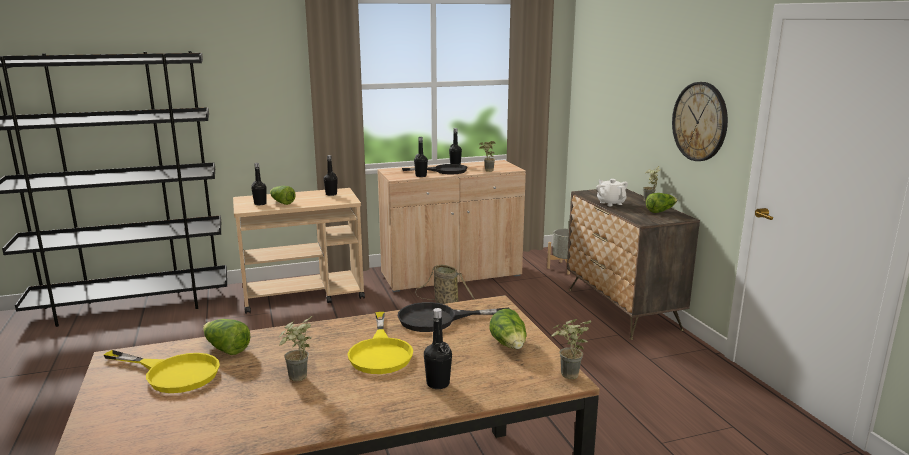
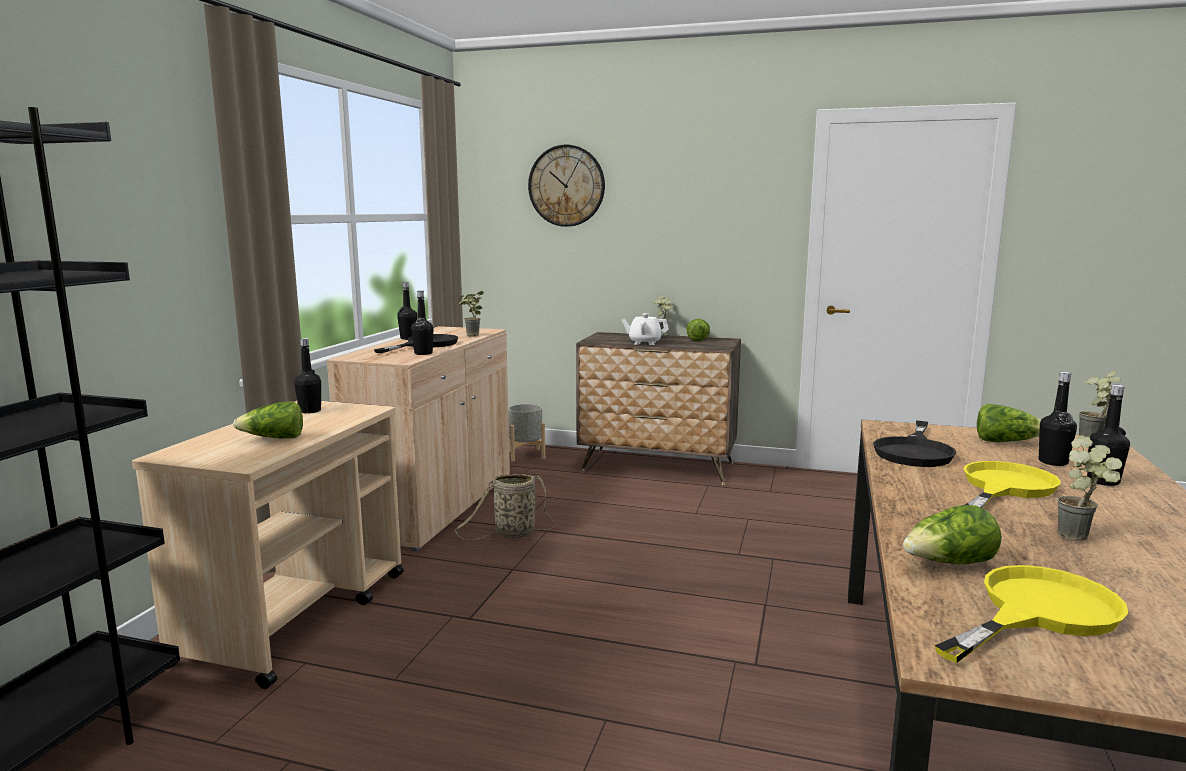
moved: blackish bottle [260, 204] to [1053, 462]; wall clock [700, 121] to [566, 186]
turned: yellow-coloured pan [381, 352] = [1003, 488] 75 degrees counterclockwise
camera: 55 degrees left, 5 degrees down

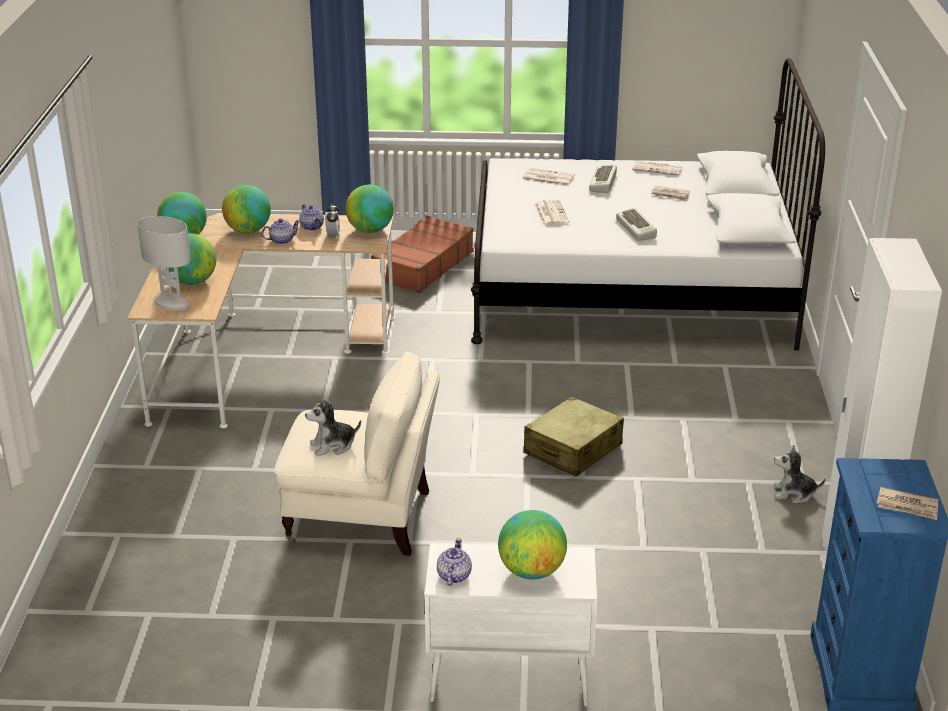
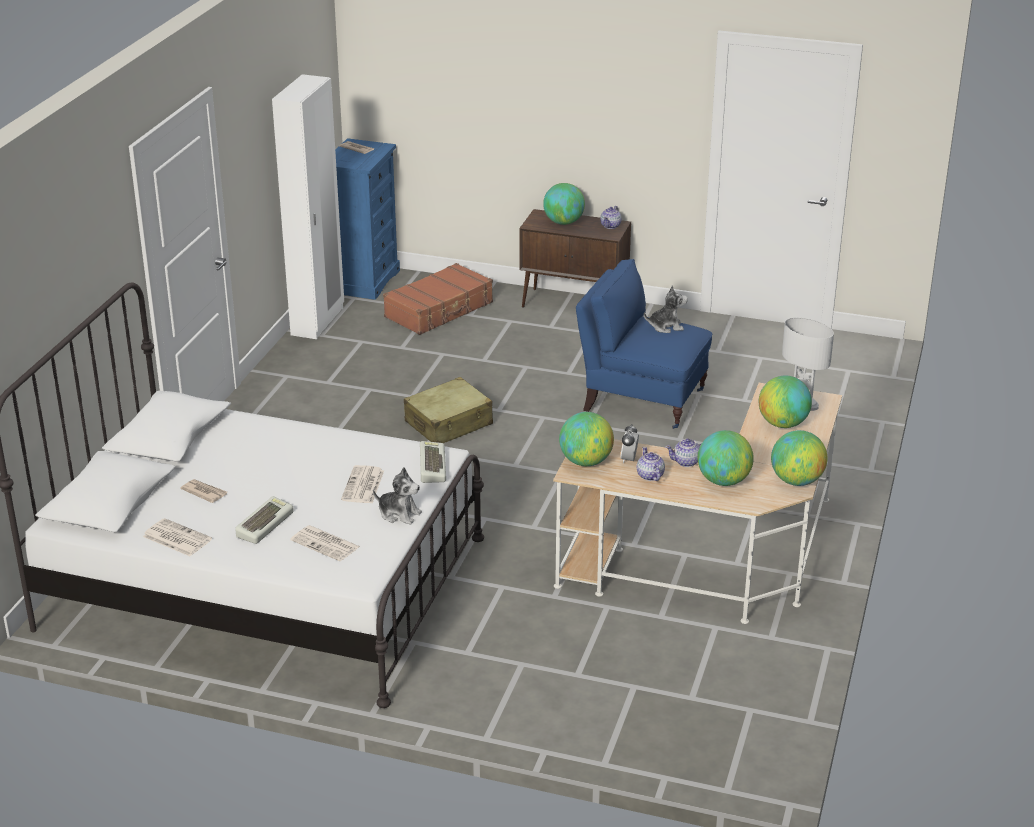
moved: brownish travel case [422, 265] to [439, 310]; keyboard [637, 229] to [431, 466]; soft toy [794, 494] to [399, 514]
recoloured: beige-coloured easy chair [363, 517] to bluish easy chair [641, 399]; white-coloured cabinet [507, 680] to brownish cabinet [575, 305]
camera: 165 degrees left, 0 degrees up

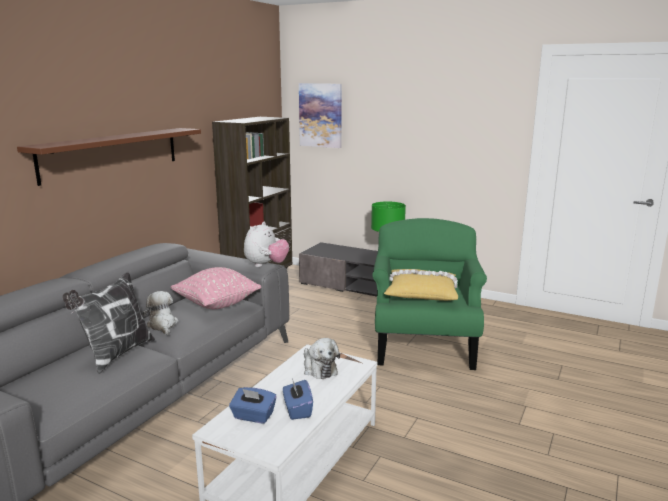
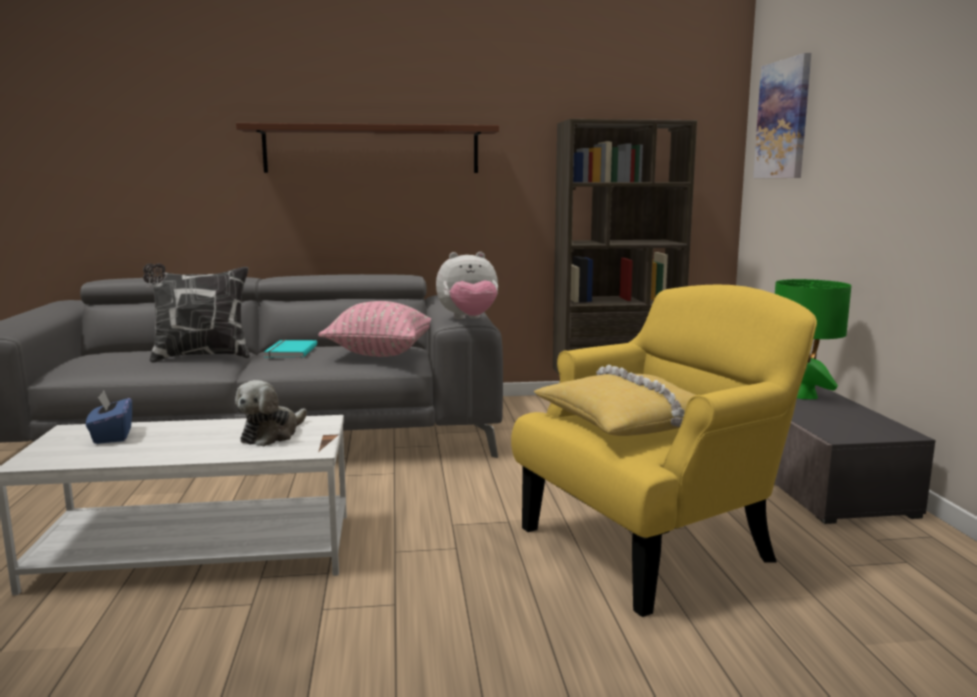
removed: bluish tissue holder [297, 410]
replaced: soft toy [163, 325] to turquoise bound book [289, 351]
recoloured: green easy chair [424, 345] to yellow-coloured easy chair [653, 544]
camera: 55 degrees right, 5 degrees down

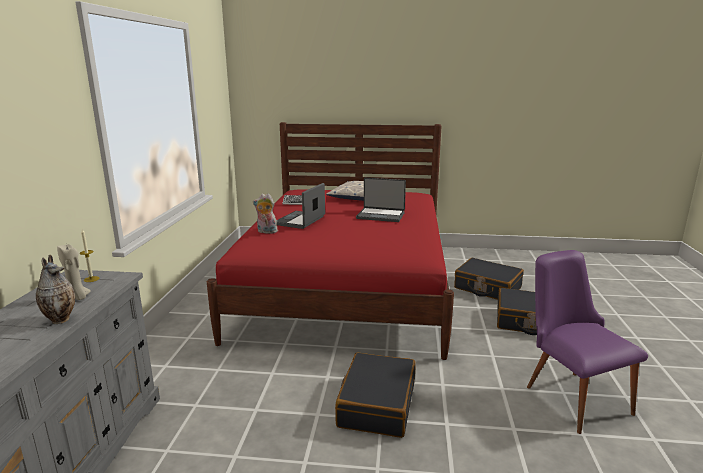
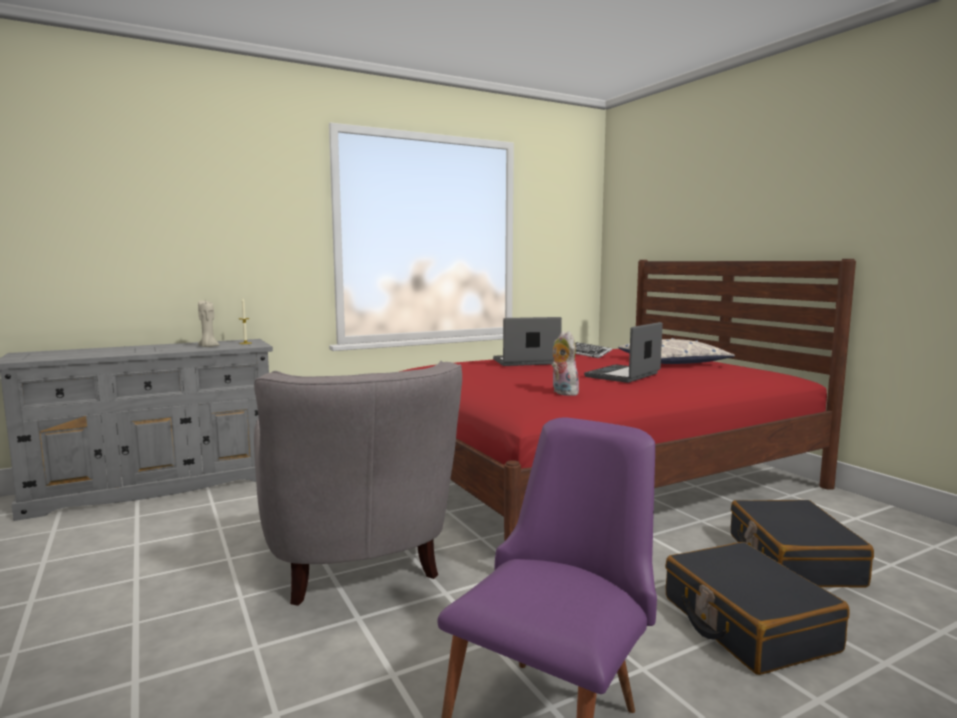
removed: vase [61, 319]
moved: soft toy [266, 232] to [562, 393]
replaced: blackish travel case [376, 404] to gray easy chair [356, 564]
turned: notebook computer [381, 215] = [624, 375] 60 degrees clockwise
camera: 55 degrees right, 10 degrees down

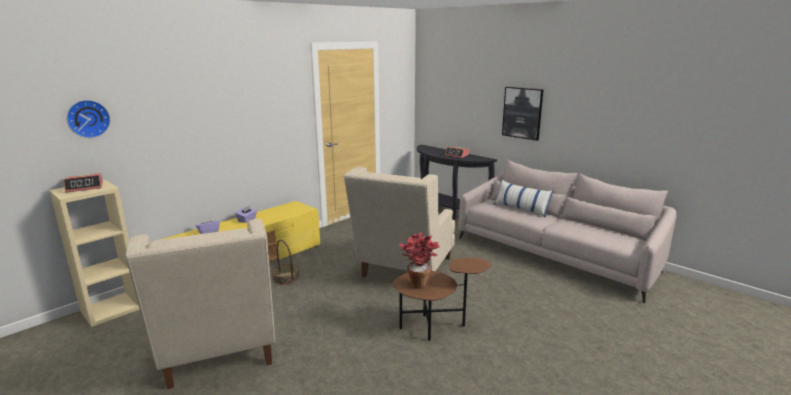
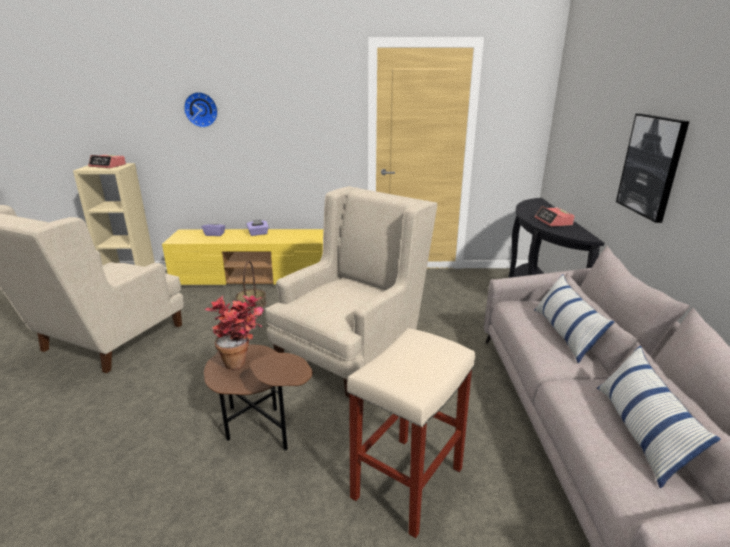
added: beige-coloured stool [407, 484]; cushion [640, 432]
moved: wall clock [88, 118] to [201, 109]
turned: beige-coloured easy chair [404, 271] = [352, 349] 150 degrees clockwise
camera: 45 degrees right, 5 degrees up

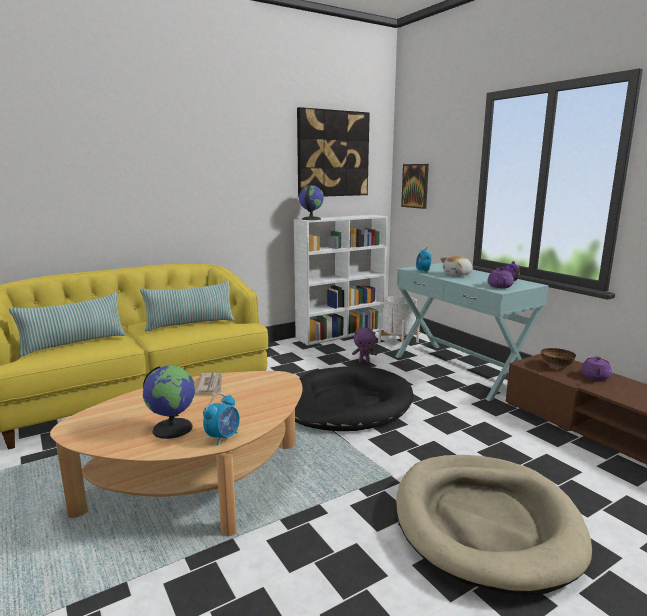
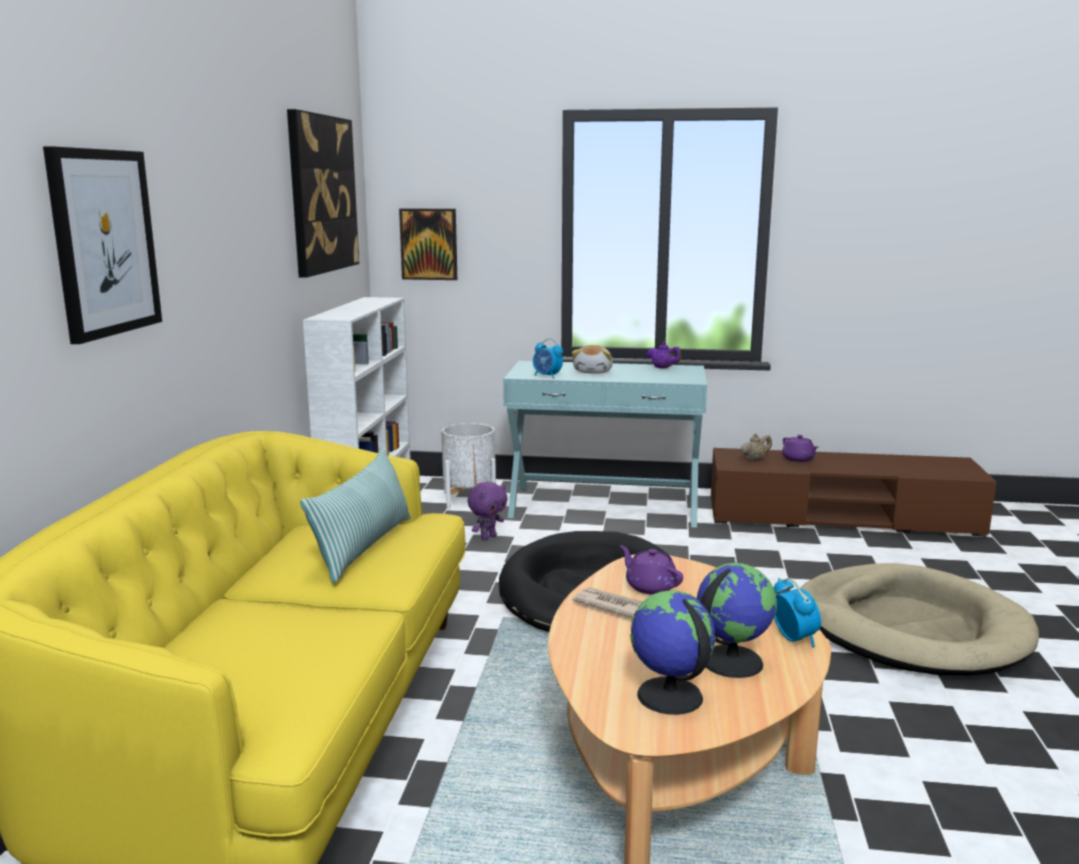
removed: cushion [74, 343]
added: wall art [104, 243]
moved: world globe [310, 219] to [669, 696]; purple tea pot [499, 286] to [650, 586]
replaced: deep dish [556, 366] to beige-coloured tea pot [754, 459]
camera: 50 degrees left, 0 degrees up

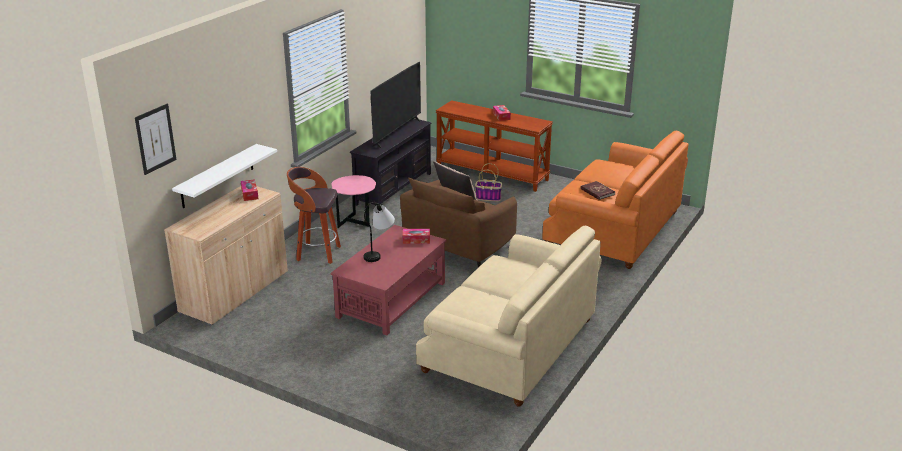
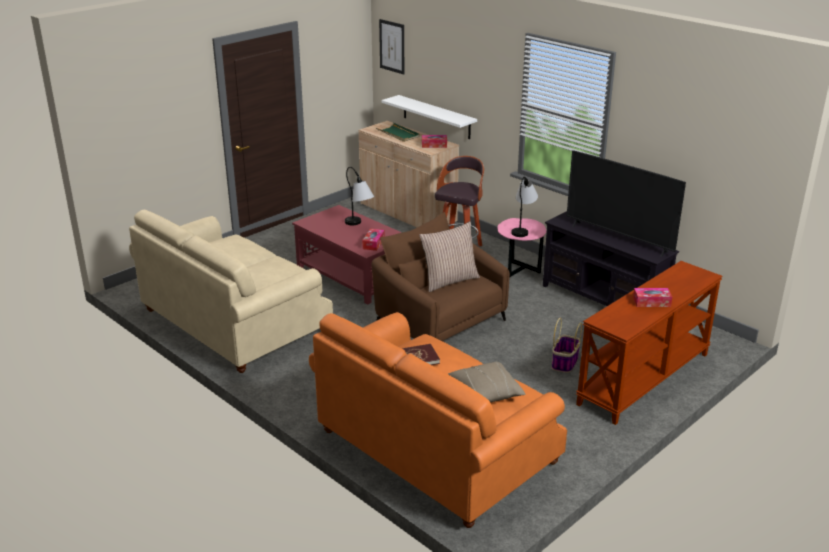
added: green carrying tray [398, 134]; beige-coloured cushion [485, 393]; table lamp [523, 228]
camera: 105 degrees right, 0 degrees up

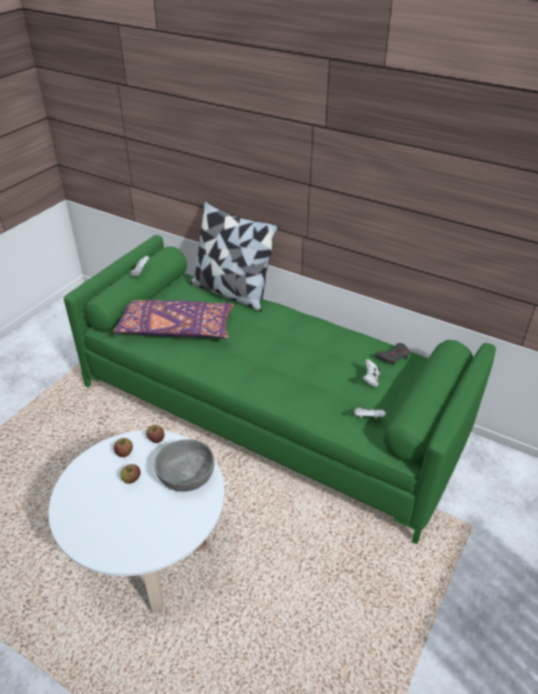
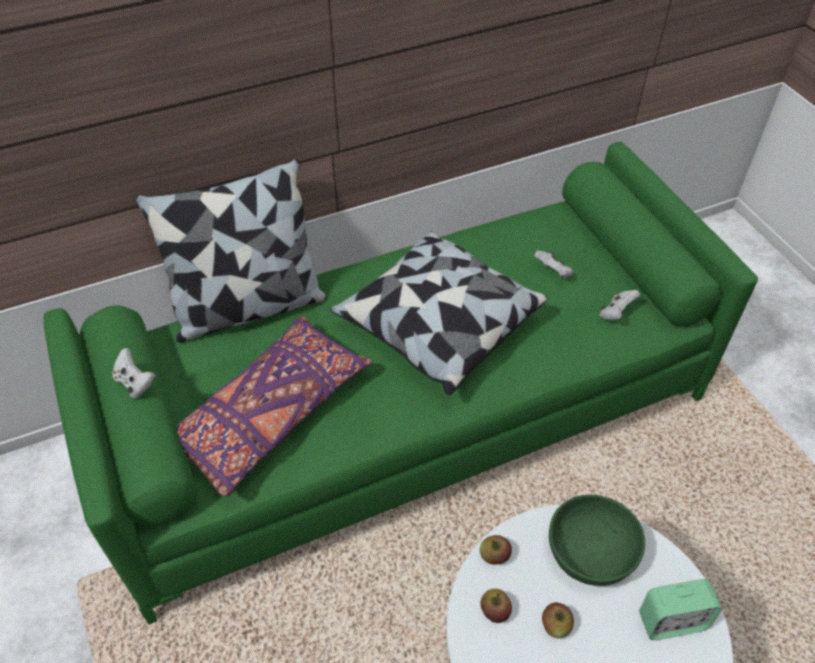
removed: gray game controller [393, 356]
added: cushion [437, 325]; bedside clock [671, 621]
recoloured: gray deep dish [186, 476] to green deep dish [590, 552]
camera: 55 degrees left, 10 degrees up

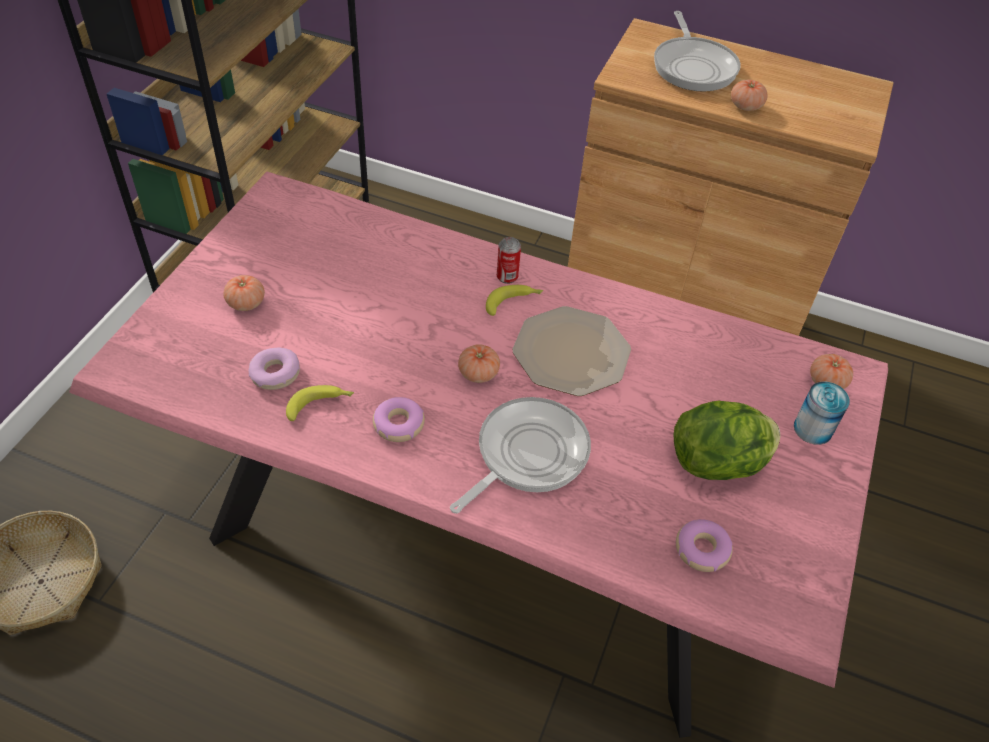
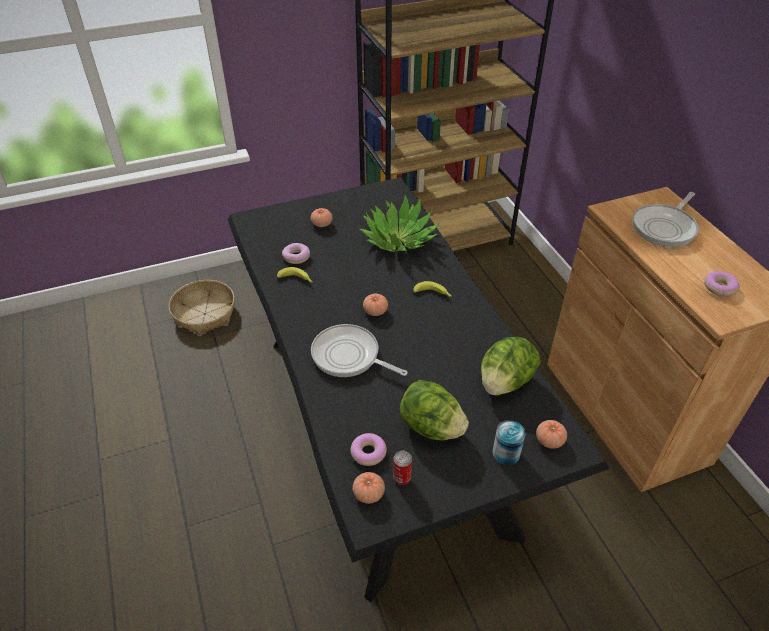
removed: plate [571, 353]
added: plant in a pot [398, 239]; lettuce head [505, 382]
moved: donut [398, 424] to [719, 287]; metal can [507, 277] to [402, 478]; fresh tomato [745, 106] to [368, 493]
recoloured: pink-coloured dining table [482, 533] to blackish dining table [384, 430]
turned: pan [527, 454] = [349, 356] 150 degrees counterclockwise
camera: 50 degrees right, 5 degrees down

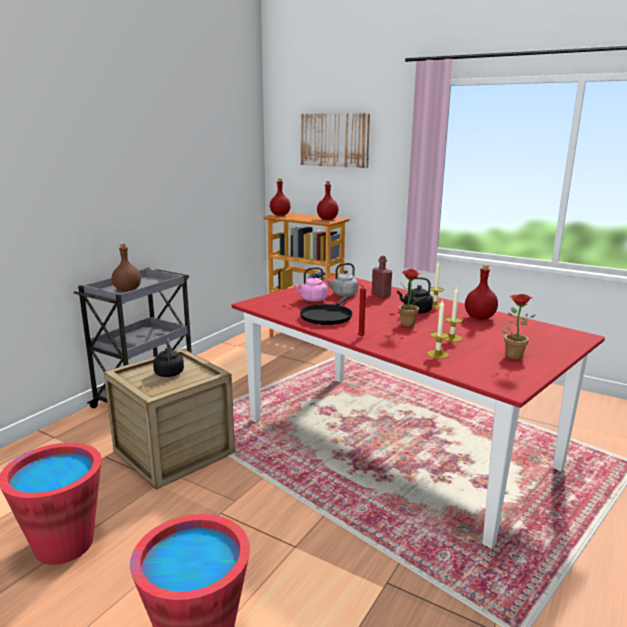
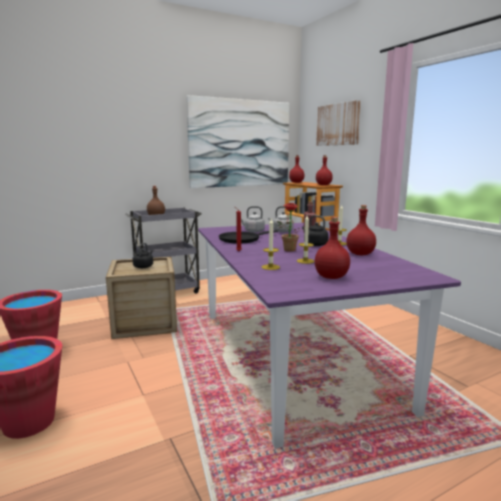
added: wall art [240, 143]
replaced: plant in a pot [511, 355] to red-coloured bottle [331, 277]
recoloured: red-coloured dining table [394, 443] to purple dining table [290, 355]; pink-coloured tea kettle [312, 299] to gray tea kettle [253, 231]
camera: 30 degrees right, 5 degrees down

